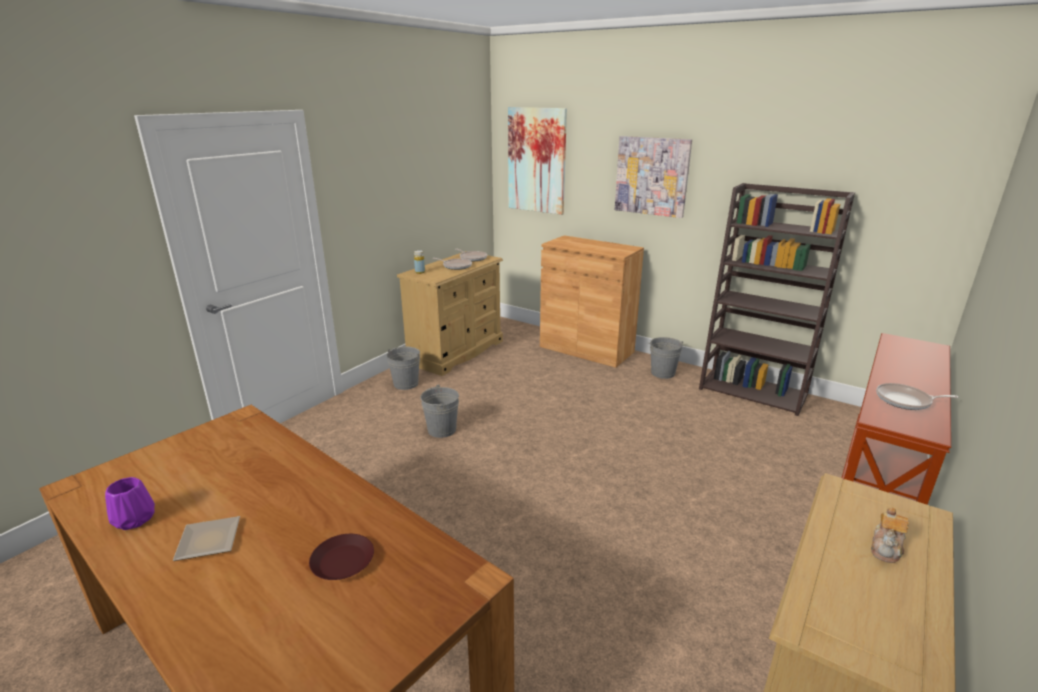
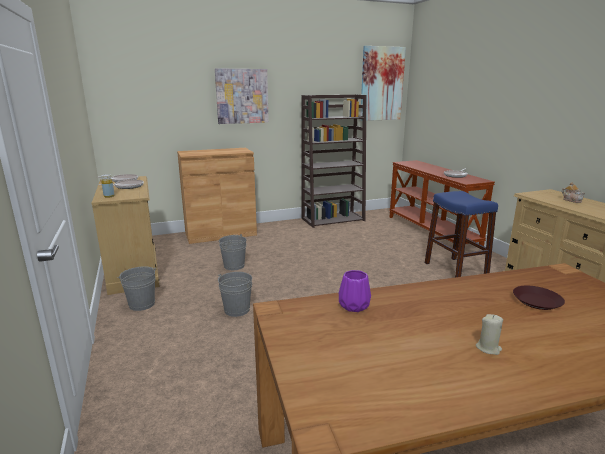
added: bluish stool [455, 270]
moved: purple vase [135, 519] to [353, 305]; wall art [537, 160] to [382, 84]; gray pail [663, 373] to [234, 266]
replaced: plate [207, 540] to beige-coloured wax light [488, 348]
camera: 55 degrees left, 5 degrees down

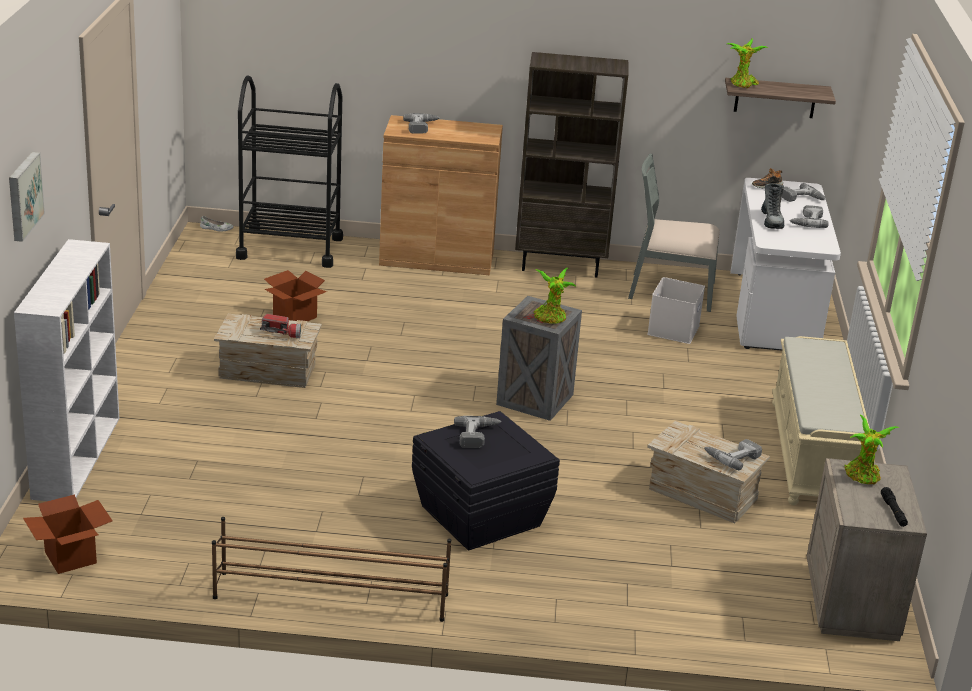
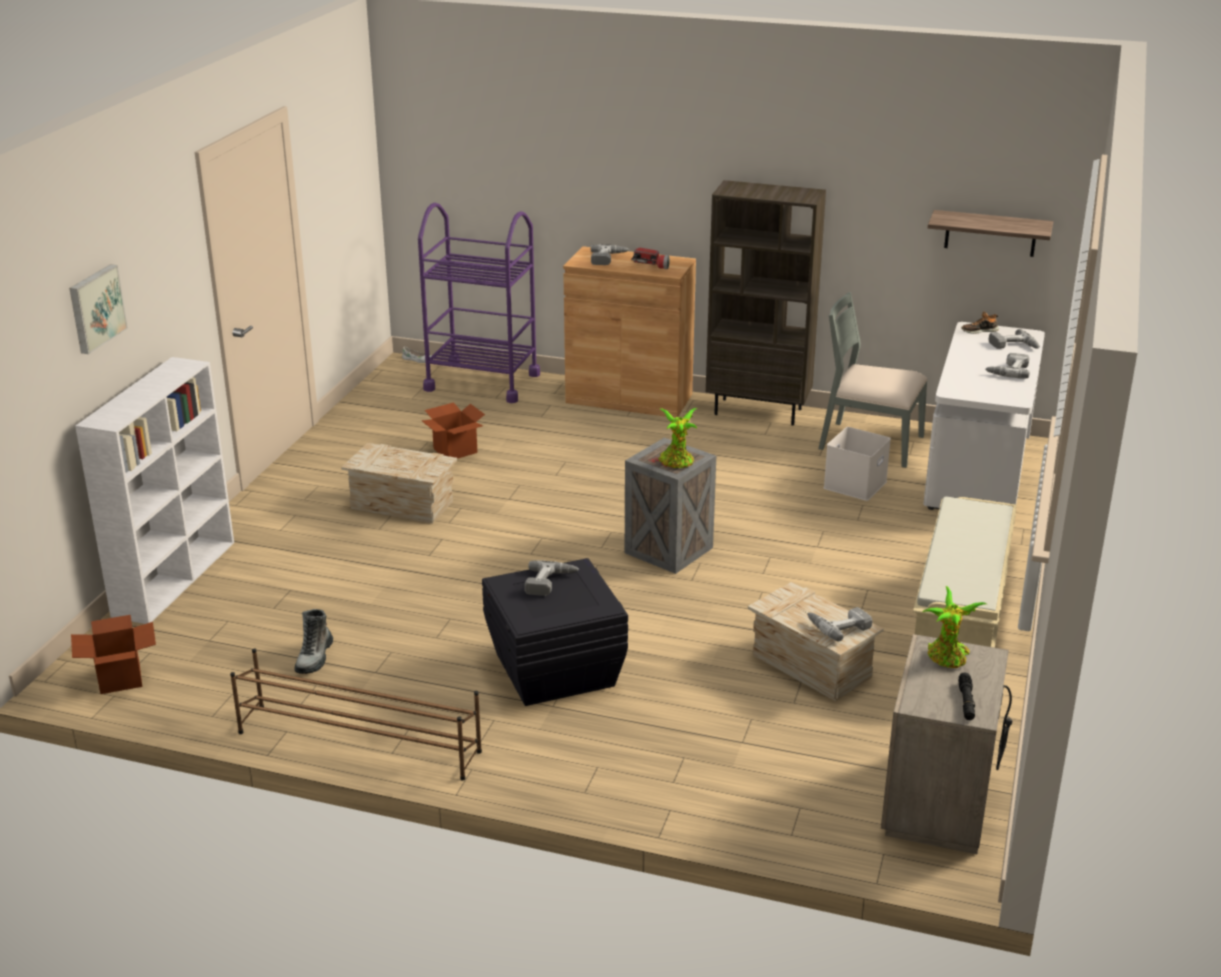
removed: plant in a pot [743, 84]
moved: hand torch [281, 333] to [651, 265]; high-top boot [771, 221] to [314, 657]
recoloured: blackish trolley [290, 248] to purple trolley [482, 382]
camera: 15 degrees right, 0 degrees up

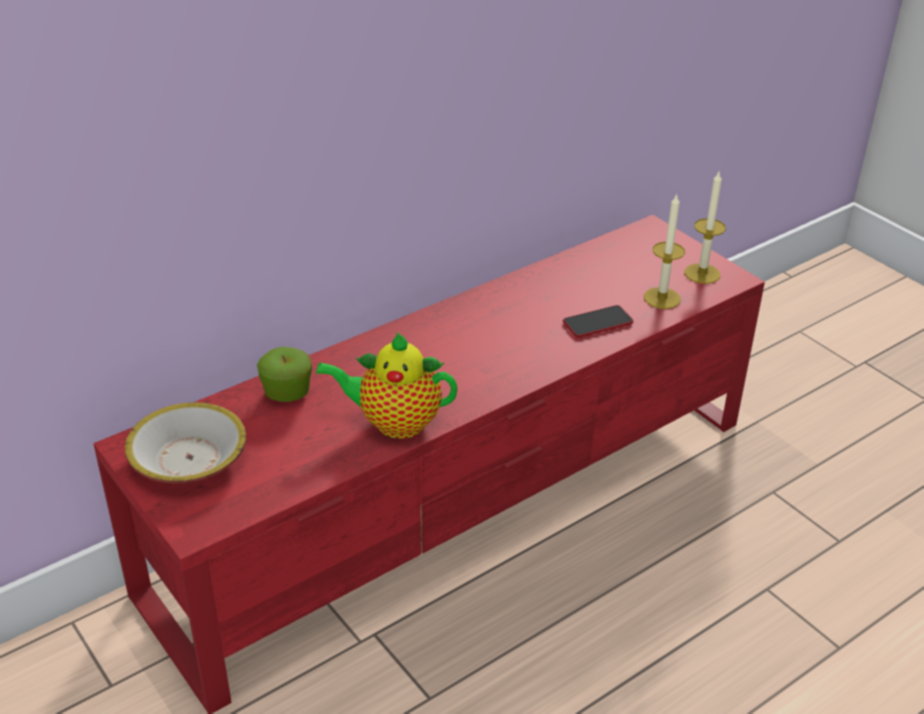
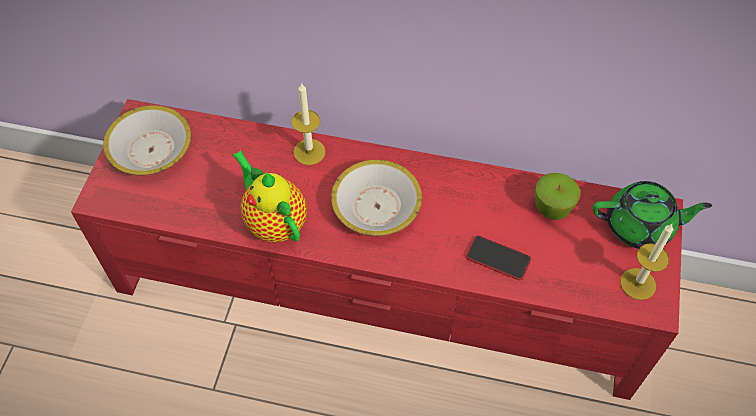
added: deep dish [377, 207]; green tea pot [640, 226]
moved: apple [287, 393] to [552, 207]; wax light [662, 298] to [309, 152]
camera: 50 degrees right, 20 degrees up

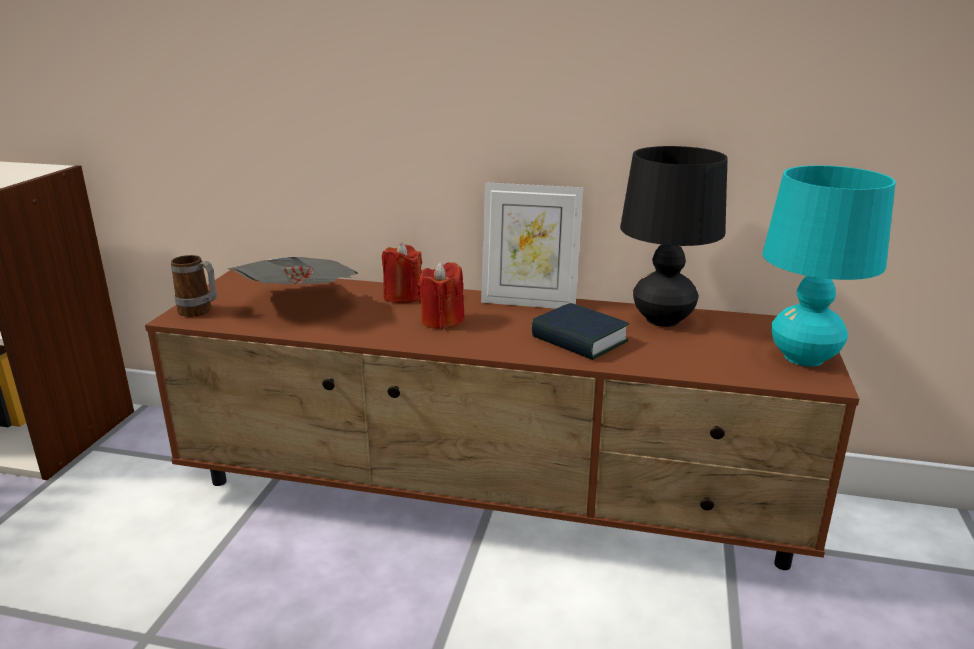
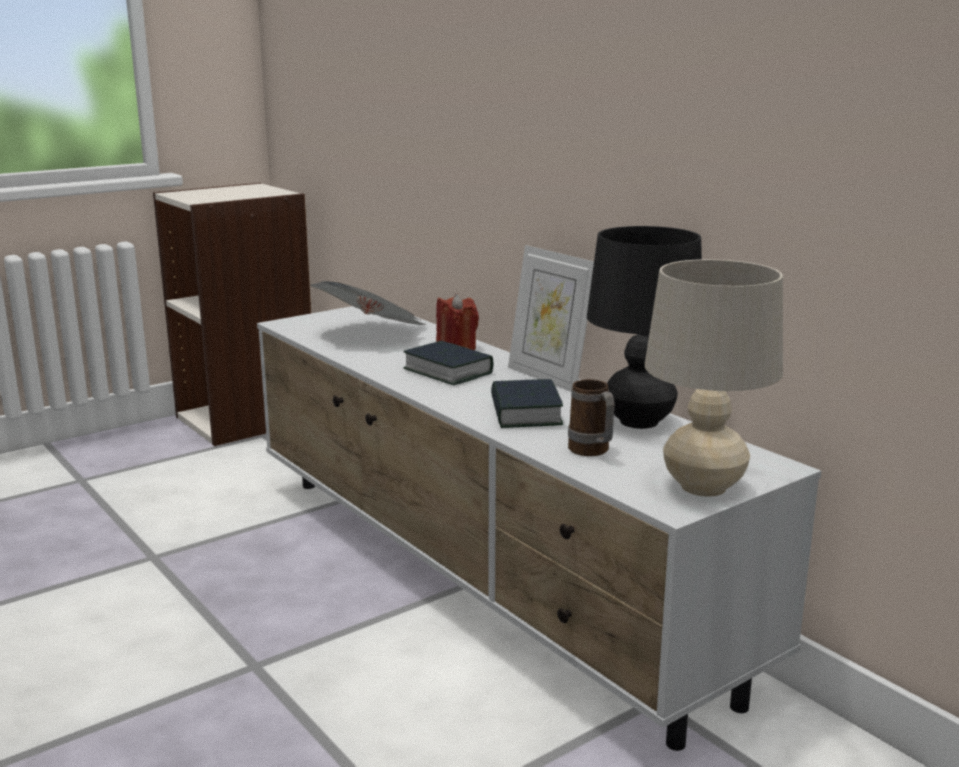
moved: coffee mug [200, 312] to [592, 452]
replaced: red-coloured wax light [442, 321] to bound book [448, 371]
recoloured: brownish media console [490, 500] to white-coloured media console [482, 578]; turquoise table lamp [804, 358] to beige-coloured table lamp [703, 487]
camera: 40 degrees right, 5 degrees down

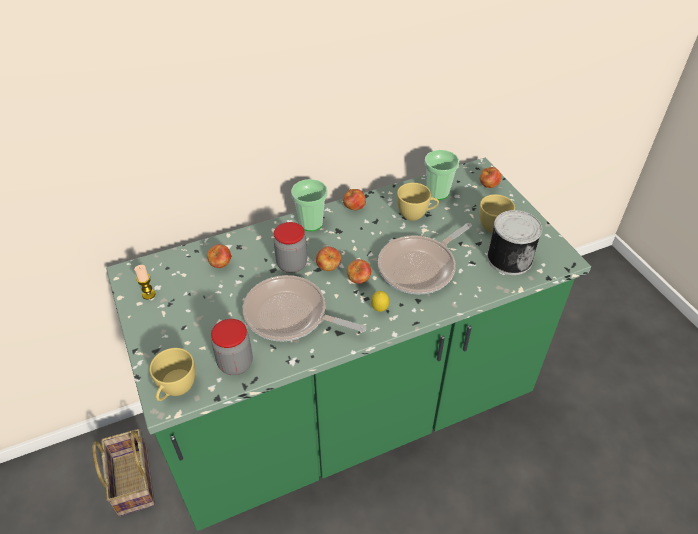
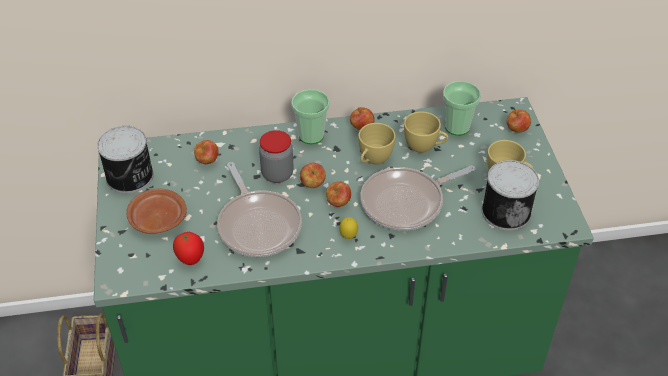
added: brownish plate [157, 218]
moved: yellow-coloured small cup [175, 390] to [373, 160]
replaced: wax light [148, 294] to metal can [131, 177]; preserve jar [235, 363] to fresh tomato [191, 259]
turned: pan [290, 315] = [258, 224] 150 degrees counterclockwise
camera: 15 degrees right, 0 degrees up

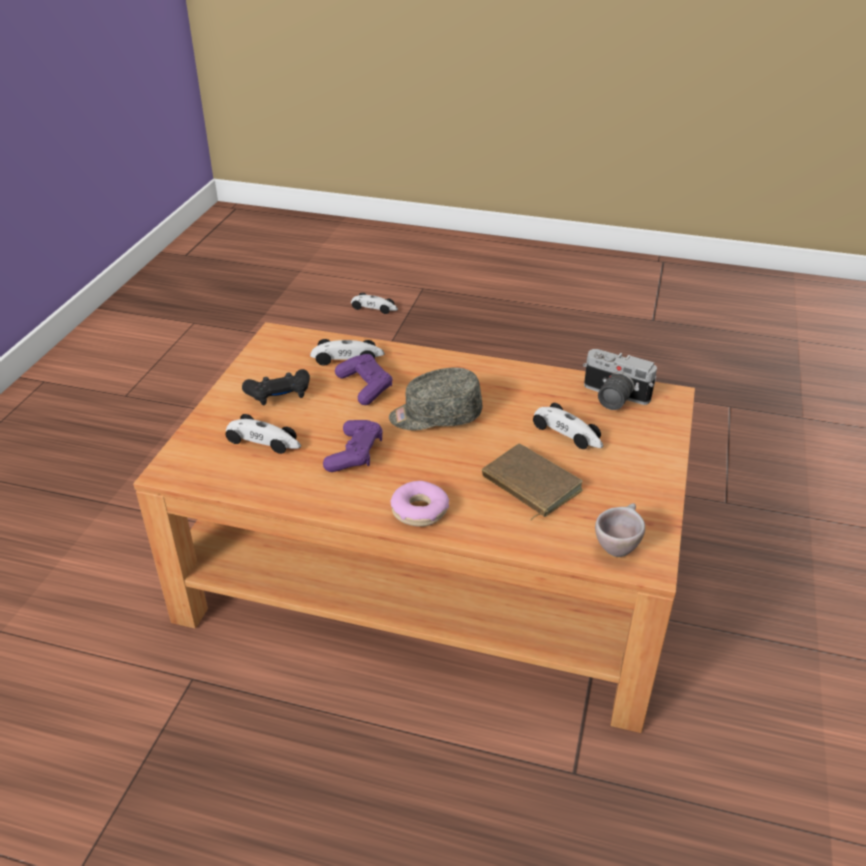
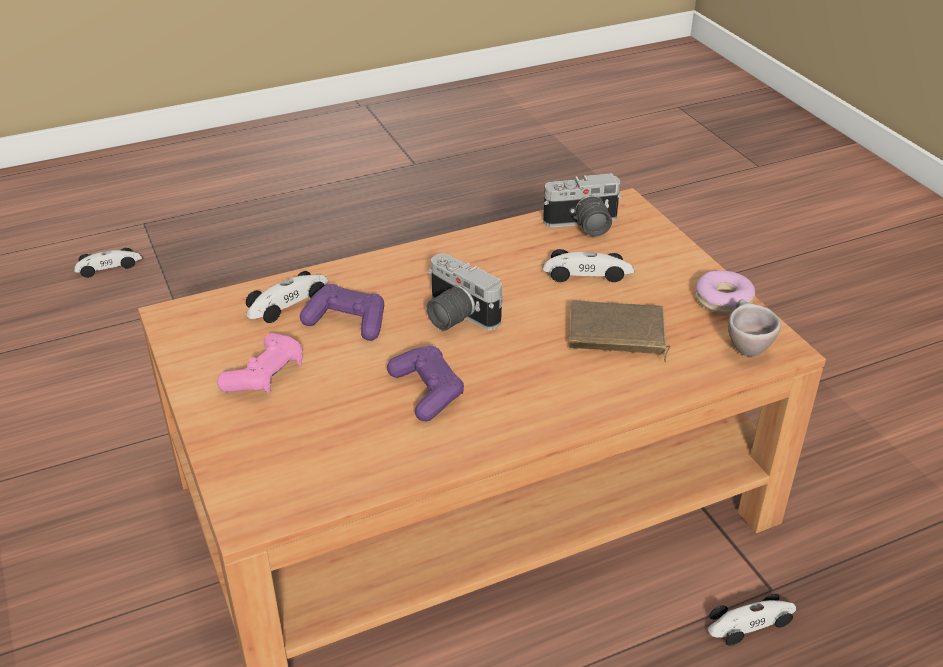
moved: model car [264, 441] to [751, 623]; donut [419, 511] to [723, 300]
replaced: gray cap [435, 416] to still camera [454, 316]
recoloured: blackish game controller [279, 395] to pink-coloured game controller [265, 375]
camera: 40 degrees left, 0 degrees up

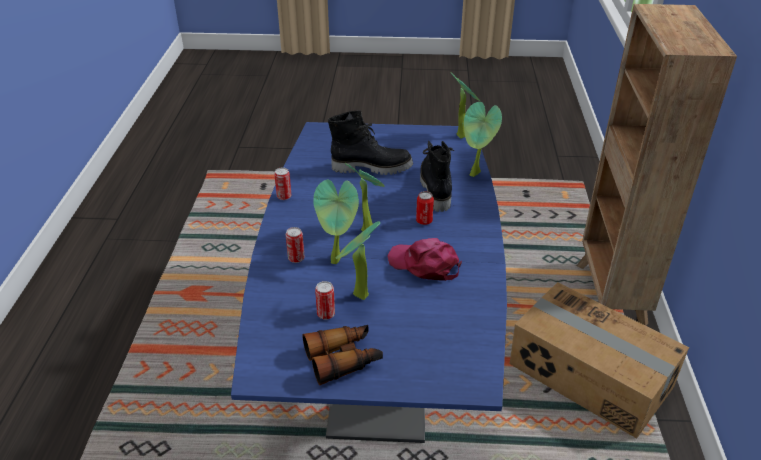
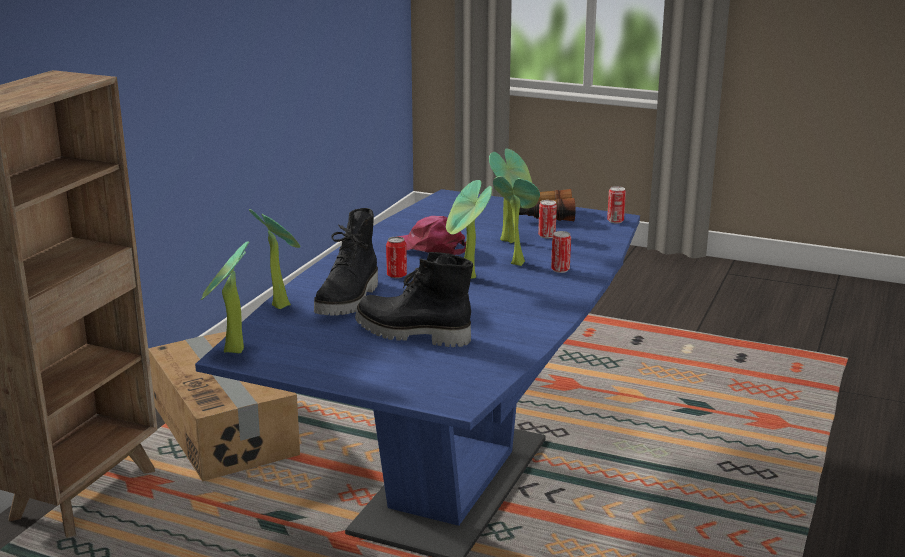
moved: metal can [284, 196] to [615, 221]
turned: pink-coloured cap [425, 265] = [429, 248] 150 degrees clockwise
camera: 160 degrees left, 15 degrees down

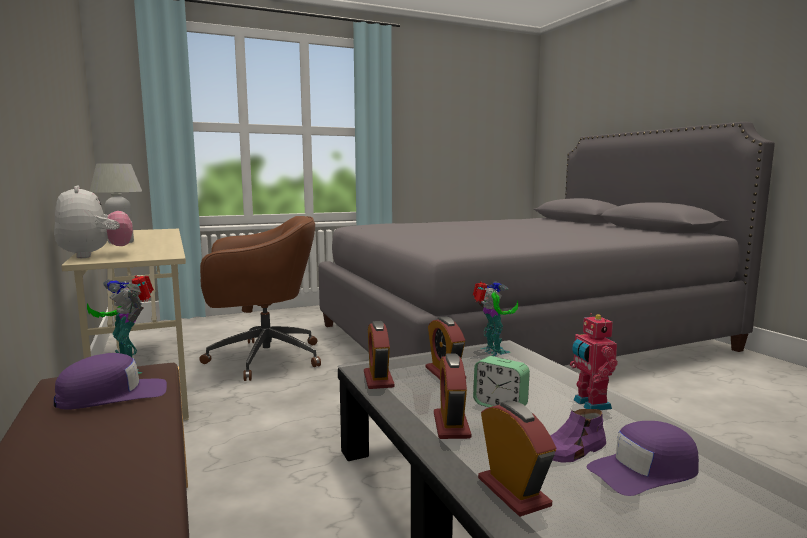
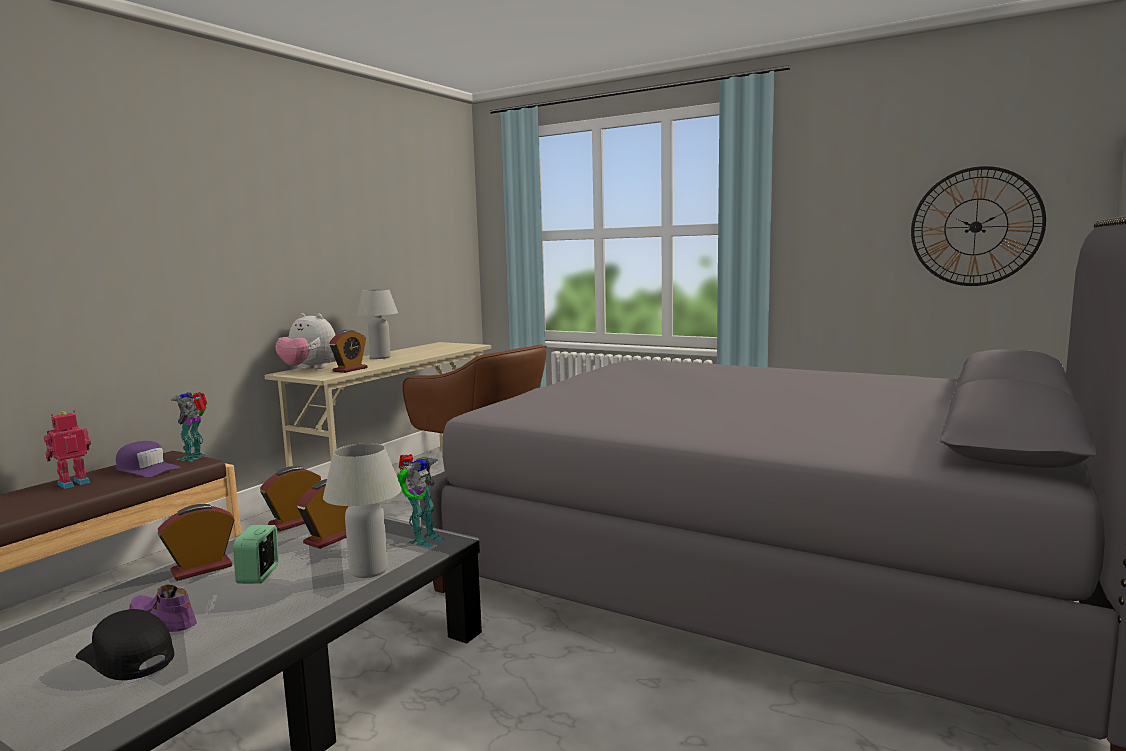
added: white-coloured table lamp [368, 571]; wall clock [975, 227]
moved: bedside clock [513, 492] to [350, 369]; toy robot [590, 404] to [73, 483]
recoloured: purple cap [644, 471] to blackish cap [127, 657]
turned: soft toy [95, 255] = [309, 369] 90 degrees clockwise
camera: 55 degrees right, 0 degrees up

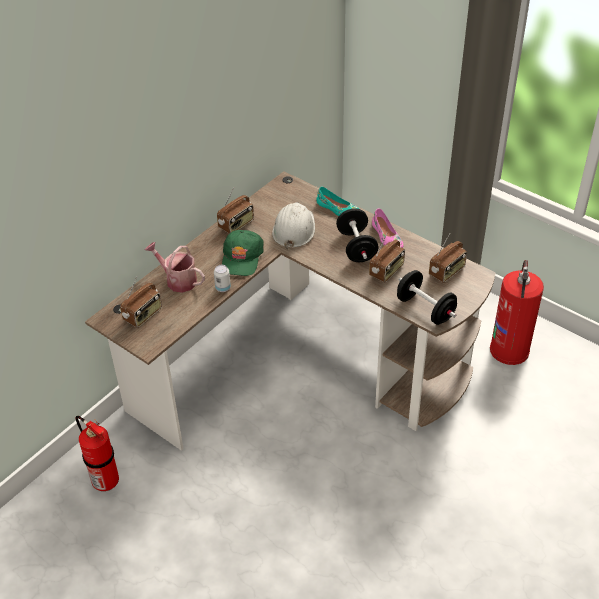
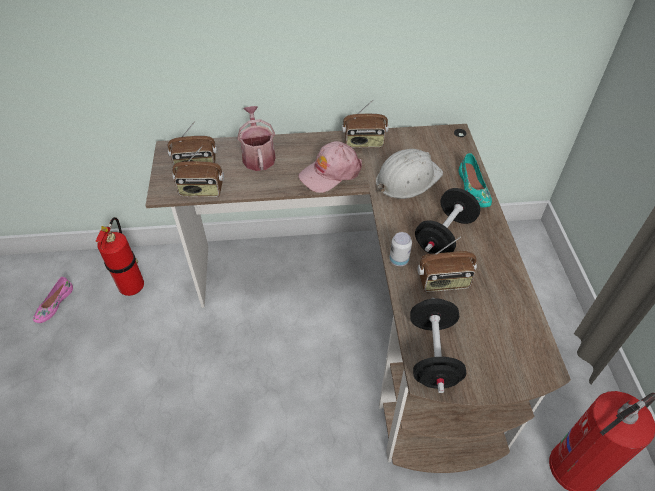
moved: metal can [223, 288] to [399, 260]; pink-coloured shoe [386, 237] to [54, 304]; radio set [447, 272] to [201, 191]
recoloured: green cap [241, 258] to pink-coloured cap [330, 173]
camera: 45 degrees right, 5 degrees up

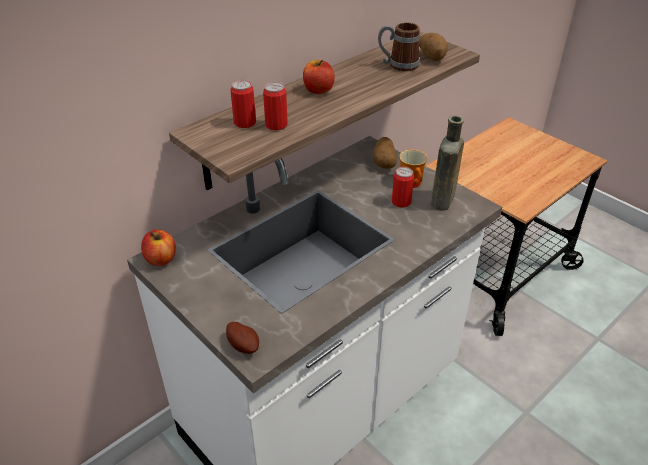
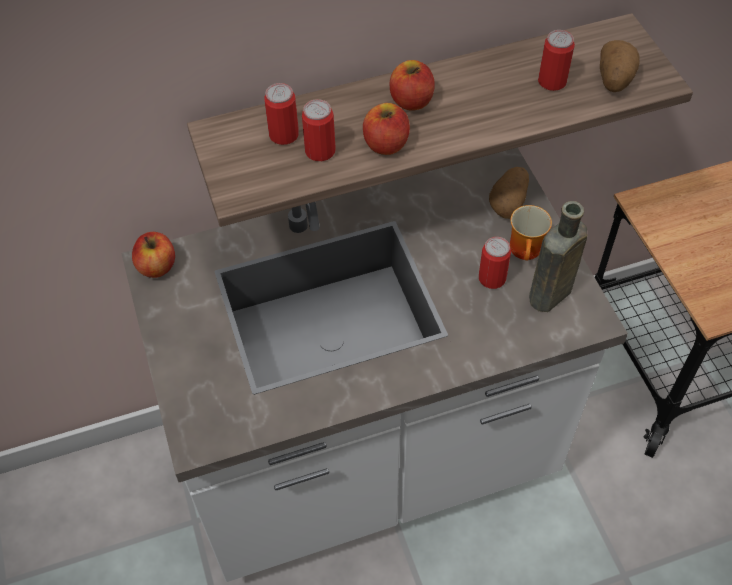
removed: potato [244, 345]
added: apple [386, 144]
replaced: coffee mug [397, 65] to metal can [552, 81]
camera: 25 degrees right, 15 degrees up

